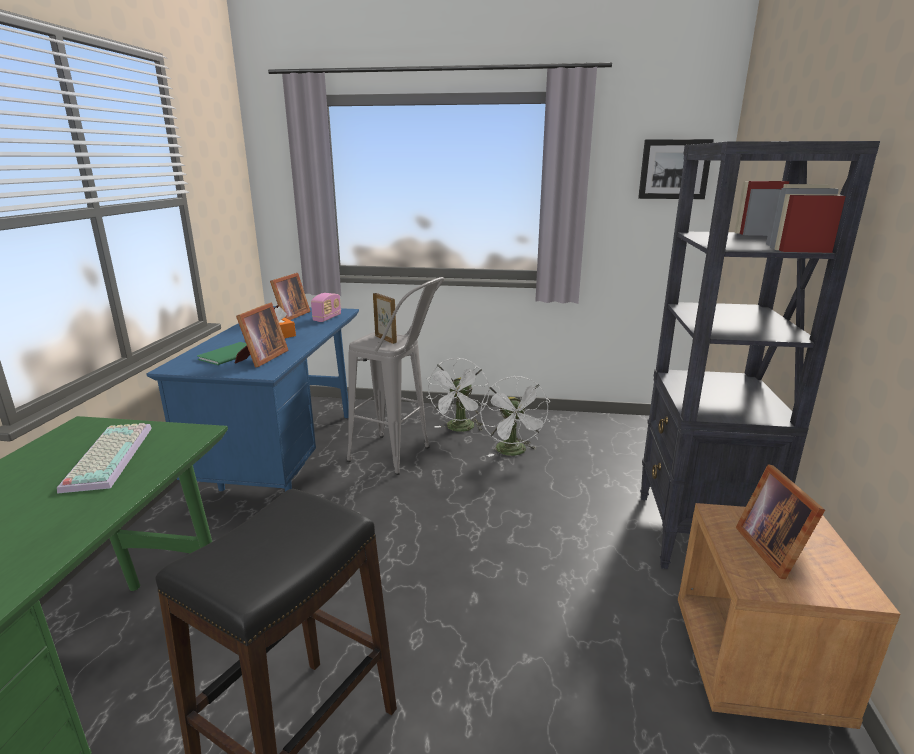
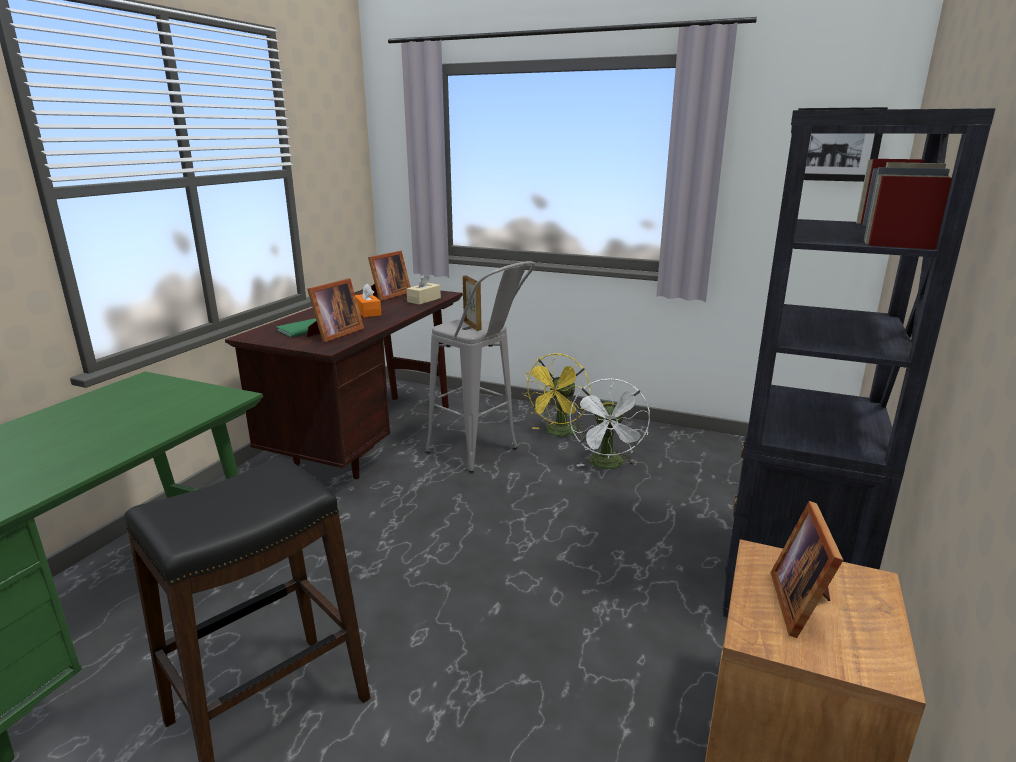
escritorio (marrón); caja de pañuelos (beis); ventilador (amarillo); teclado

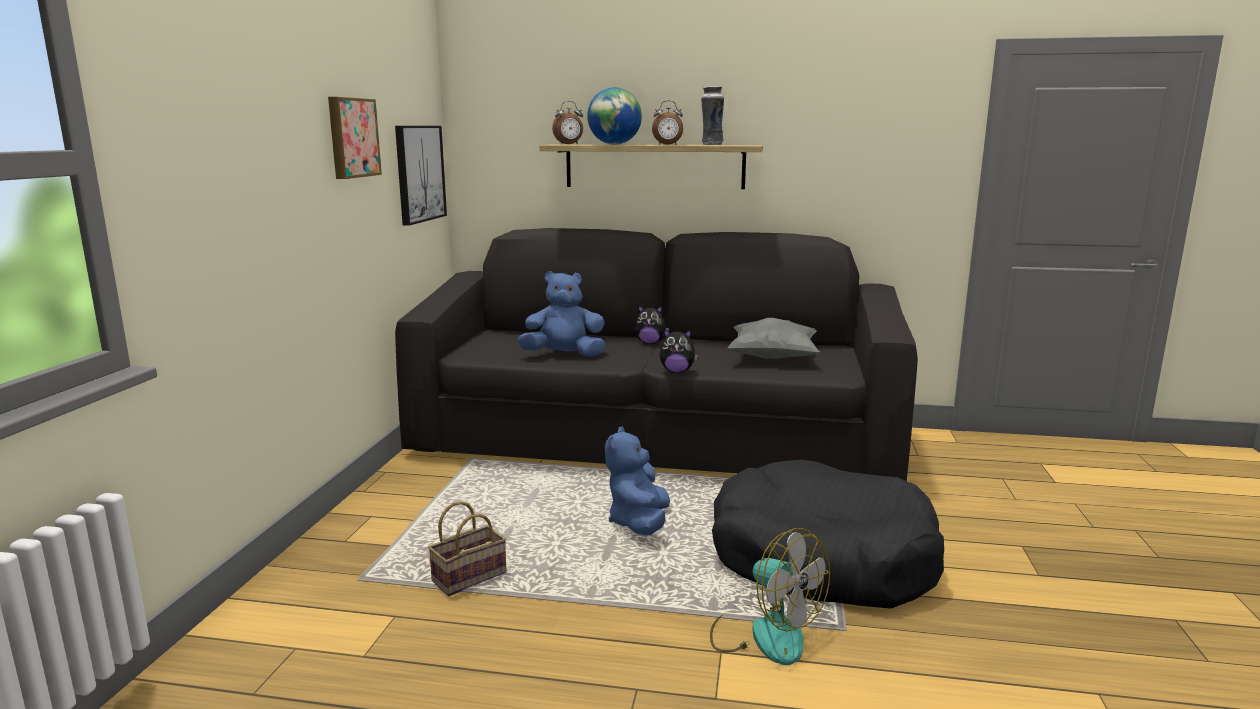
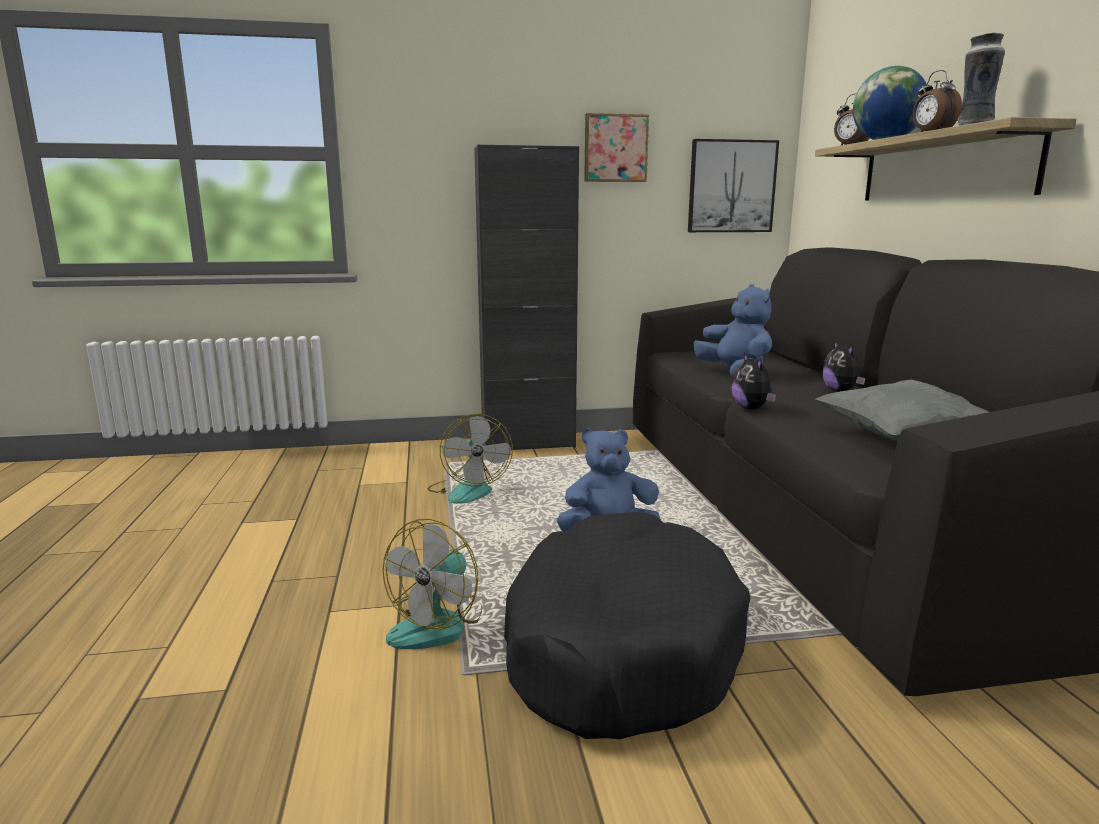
ventilador (2nd from left); armario (negro)

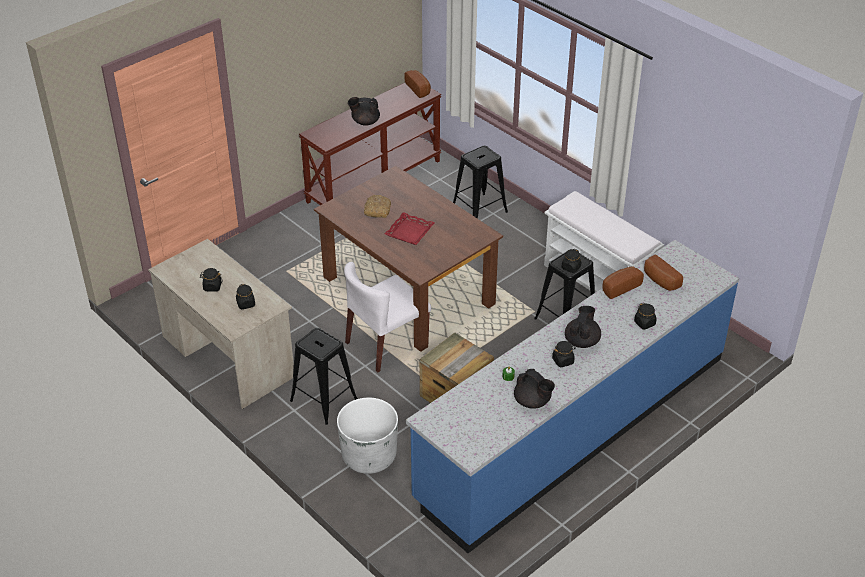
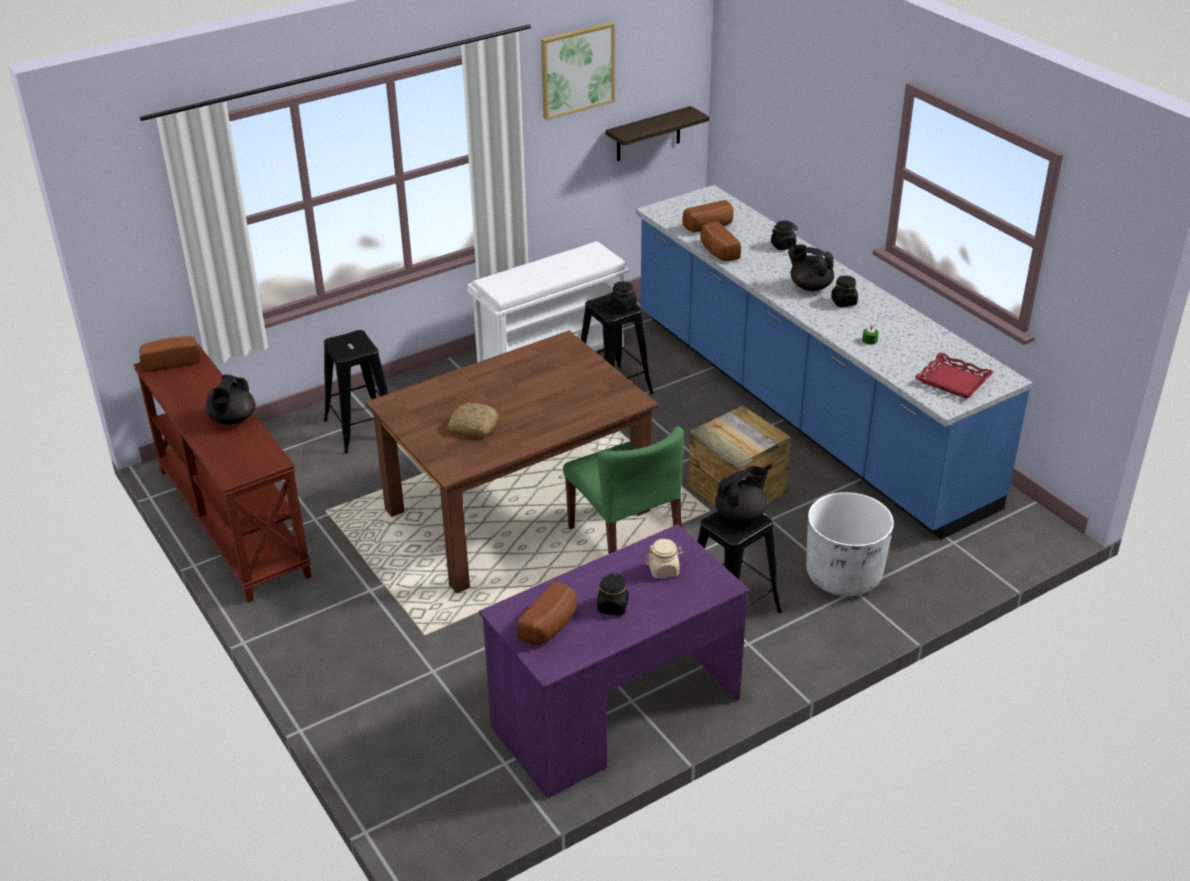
escritorio (morado); pan (3rd from left); cuadro; silla (verde); estante; tarro (beis); tetera (negro) (2nd from left); bandeja (rojo)

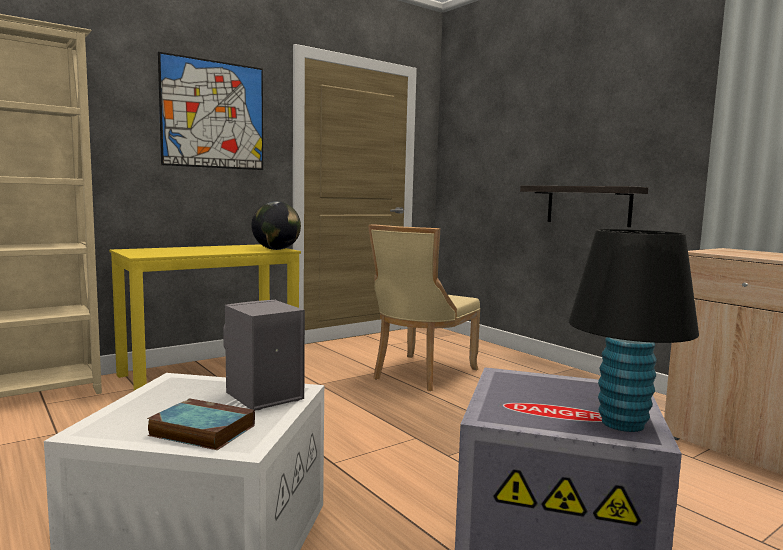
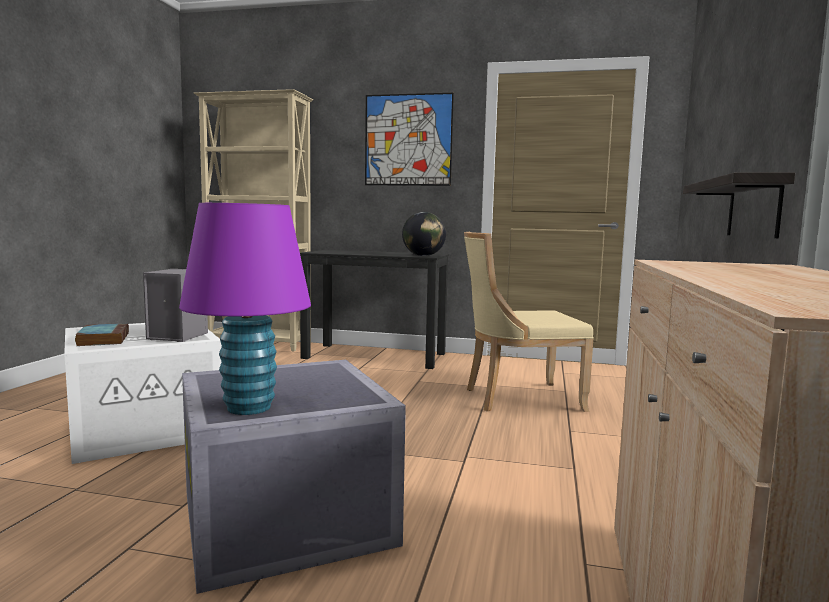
lámpara de mesa (morado); escritorio (negro)

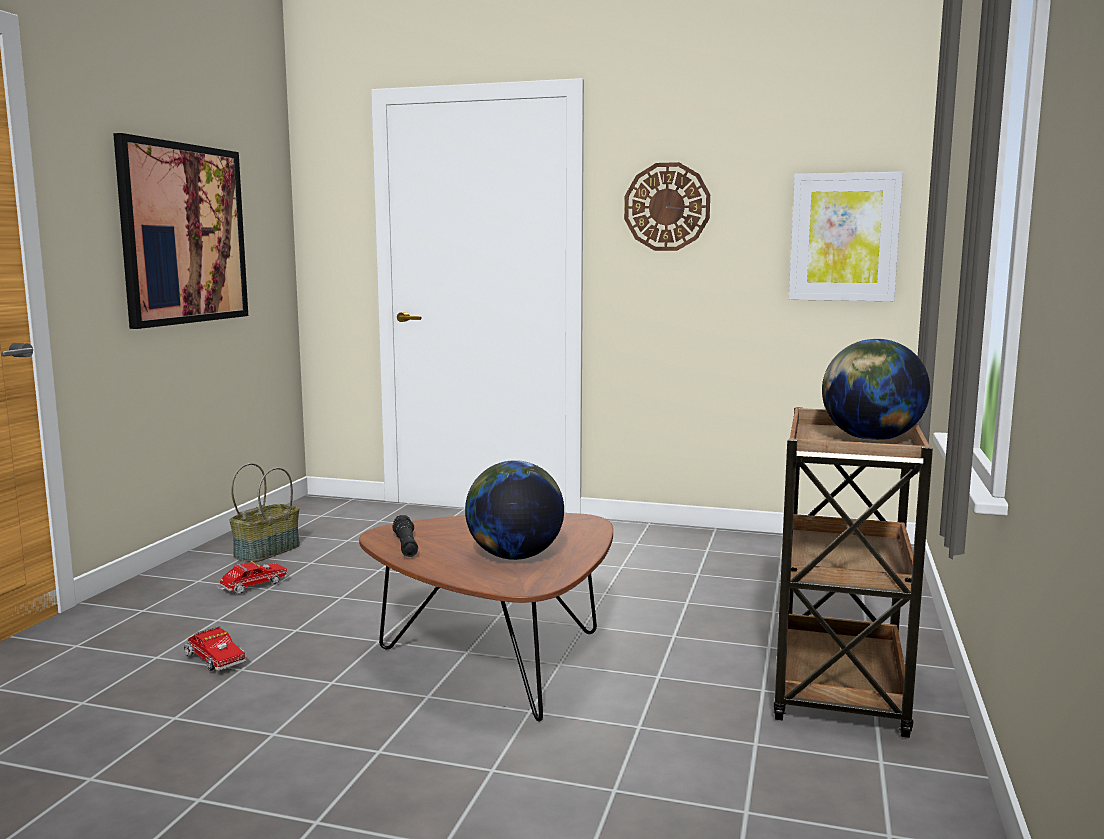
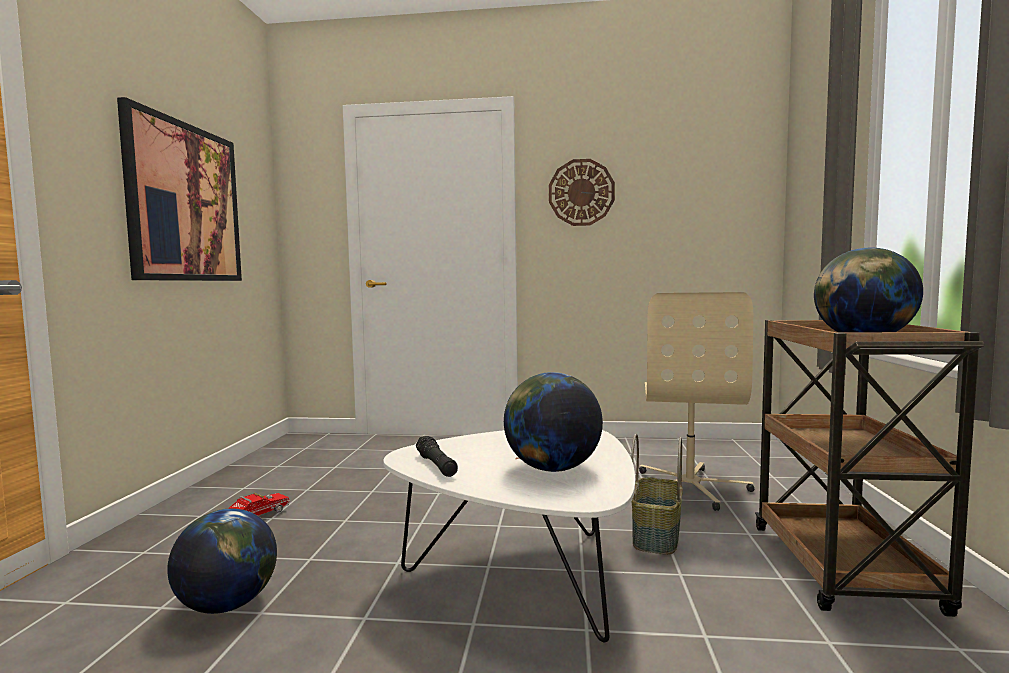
globo terráqueo (1st from left); mesa de centro (blanco); cesta; silla de oficina (beis); cuadro (2nd from left in the first image)

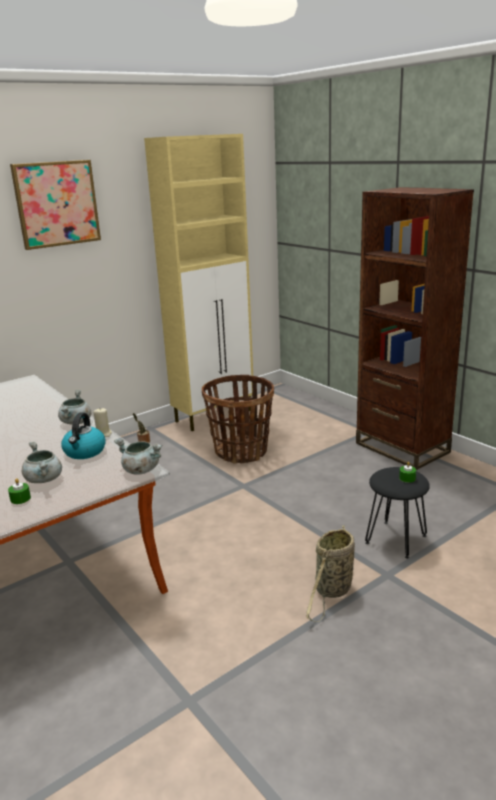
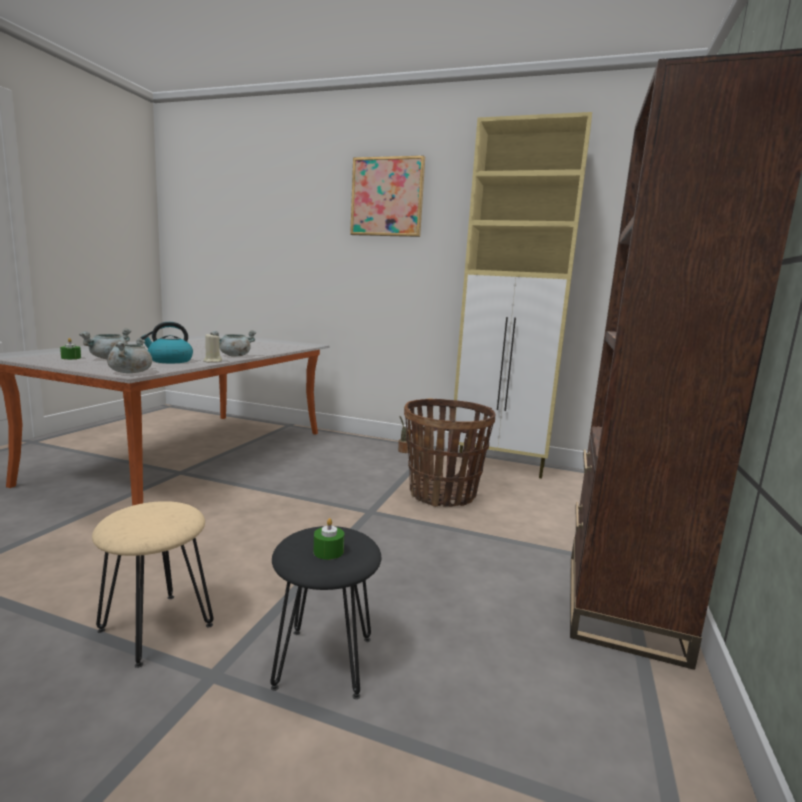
taburete (beis)

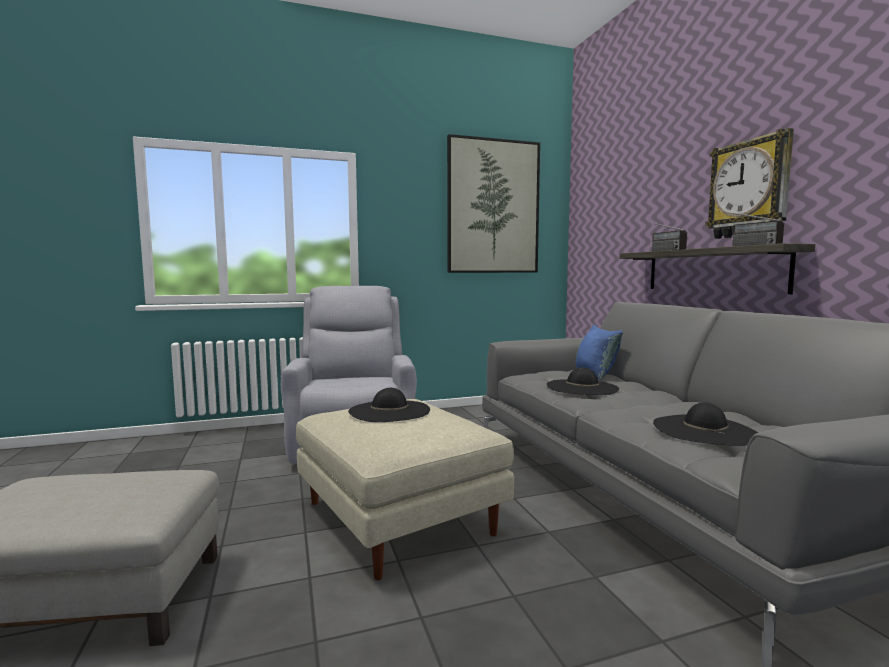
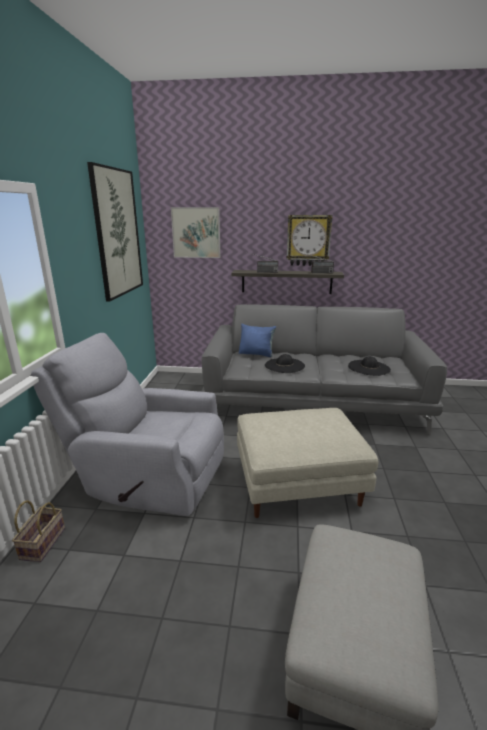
cesta; cuadro (2nd from left); sombrero (negro) (1st from left in the first image)

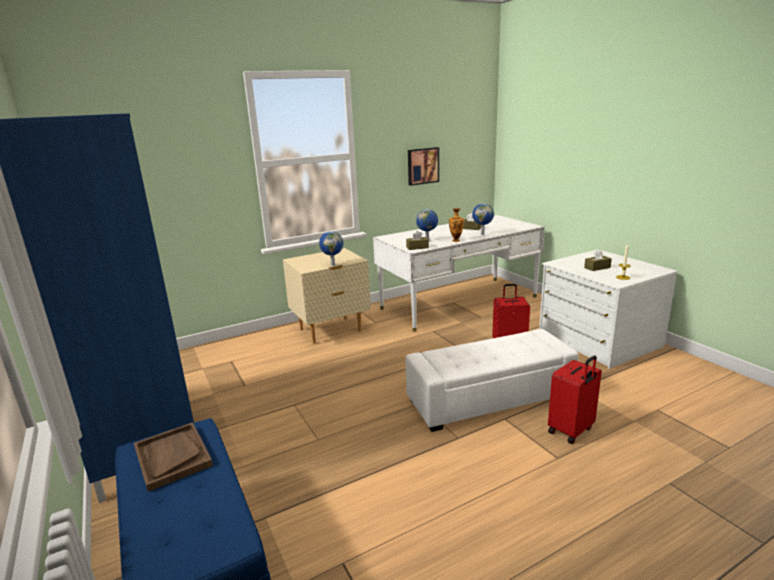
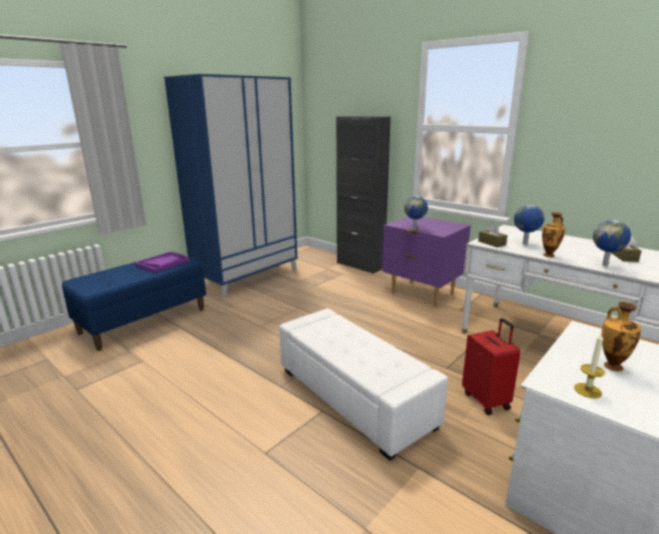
bandeja (morado); armario (negro); mesita de noche (morado); florero (2nd from left); cuadro; maleta (rojo) (2nd from left in the first image)

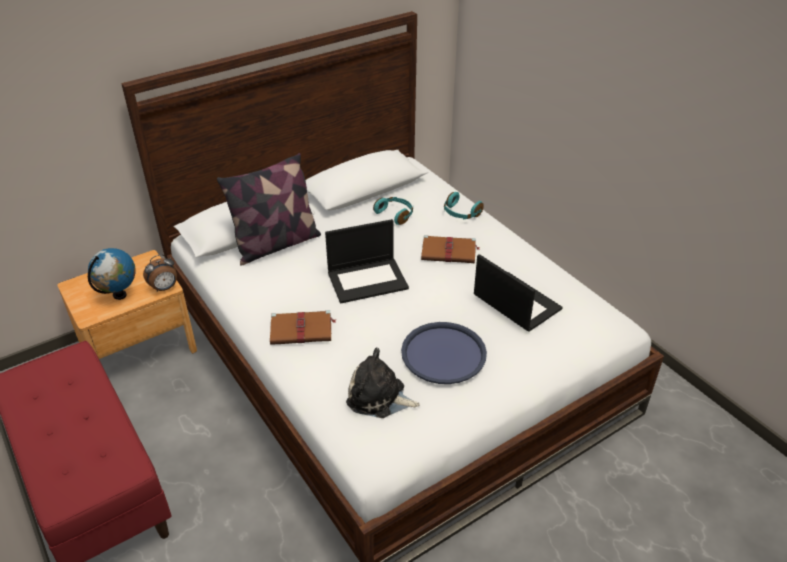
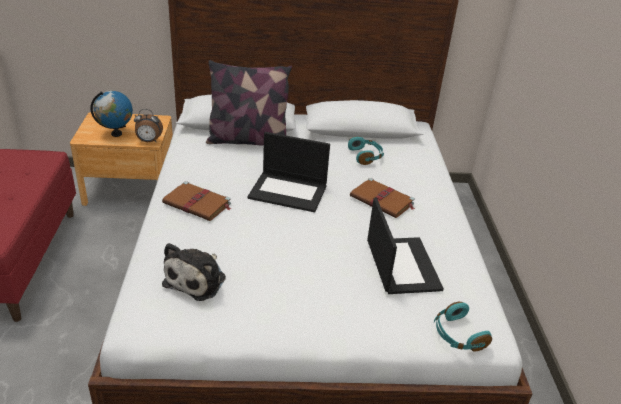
peluche; auriculares (turquesa) (2nd from left); bandeja (azul)

